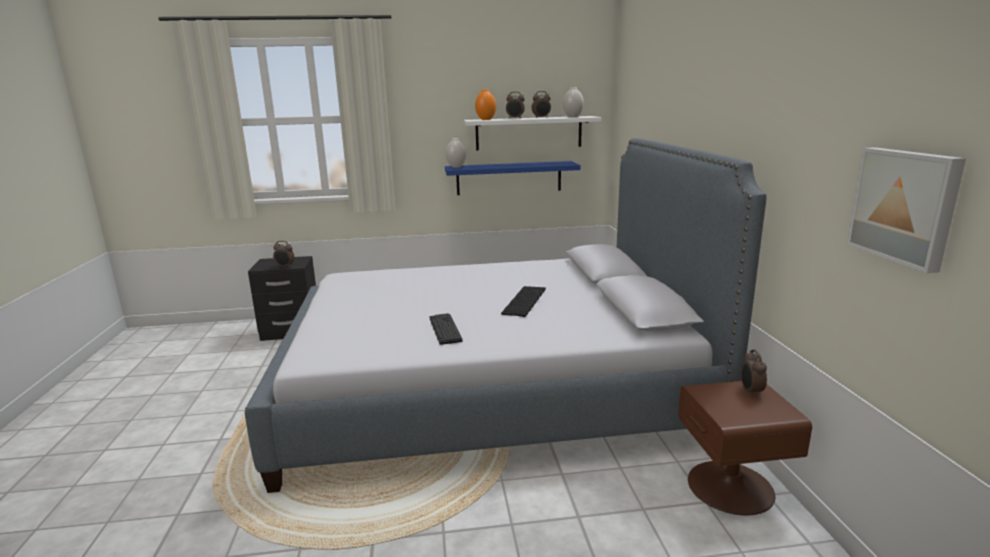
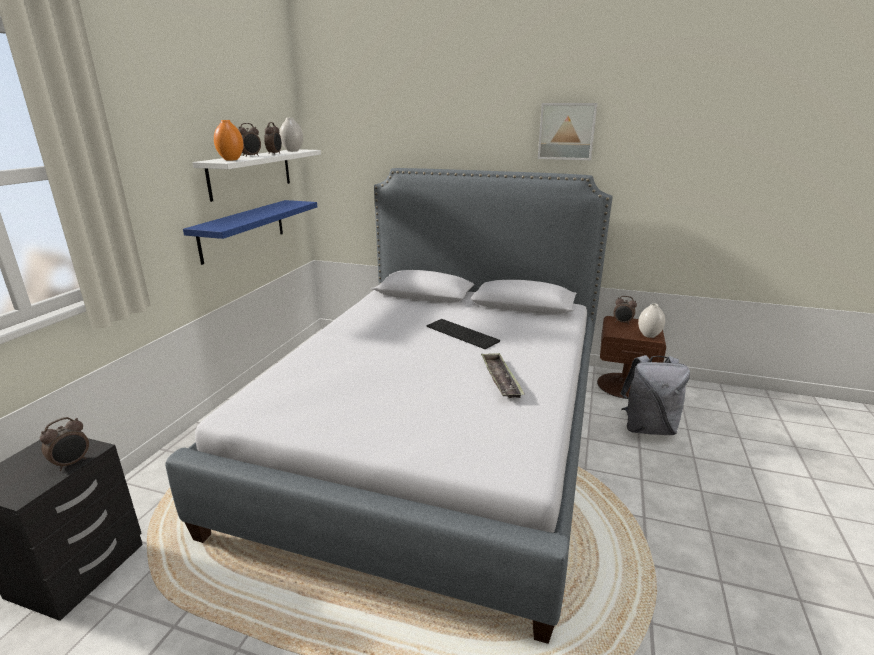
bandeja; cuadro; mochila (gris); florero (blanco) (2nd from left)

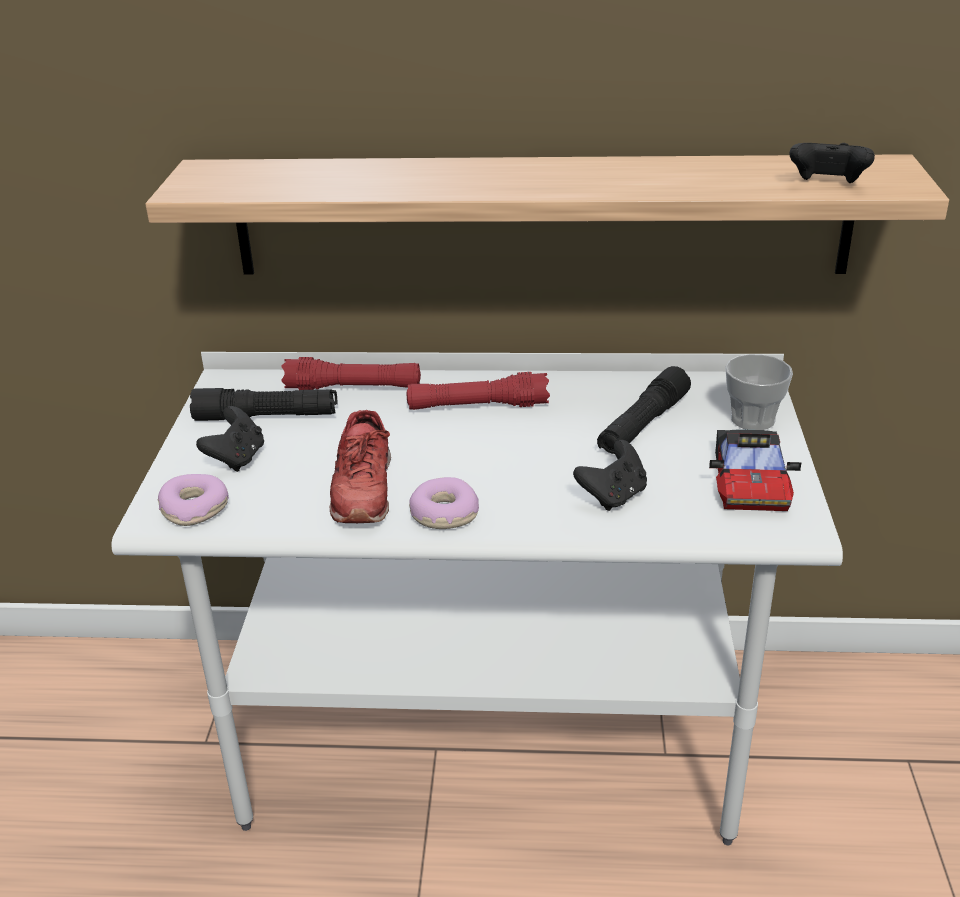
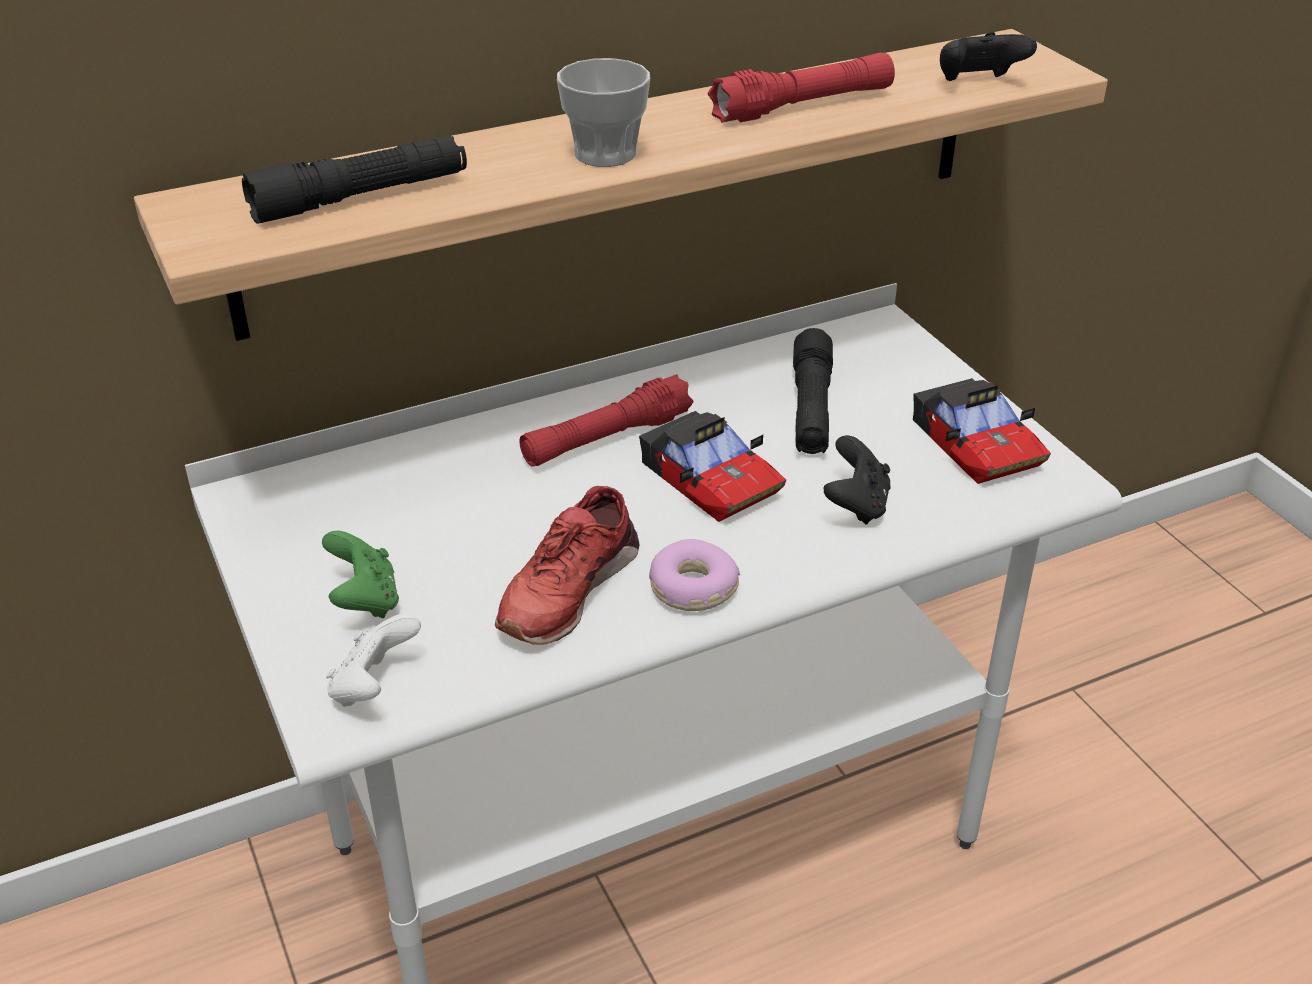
linterna (negro) (1st from left); mando de consola (verde); mando de consola (blanco); zapato (rojo); taza; coche de juguete (1st from left); linterna (rojo) (2nd from left)

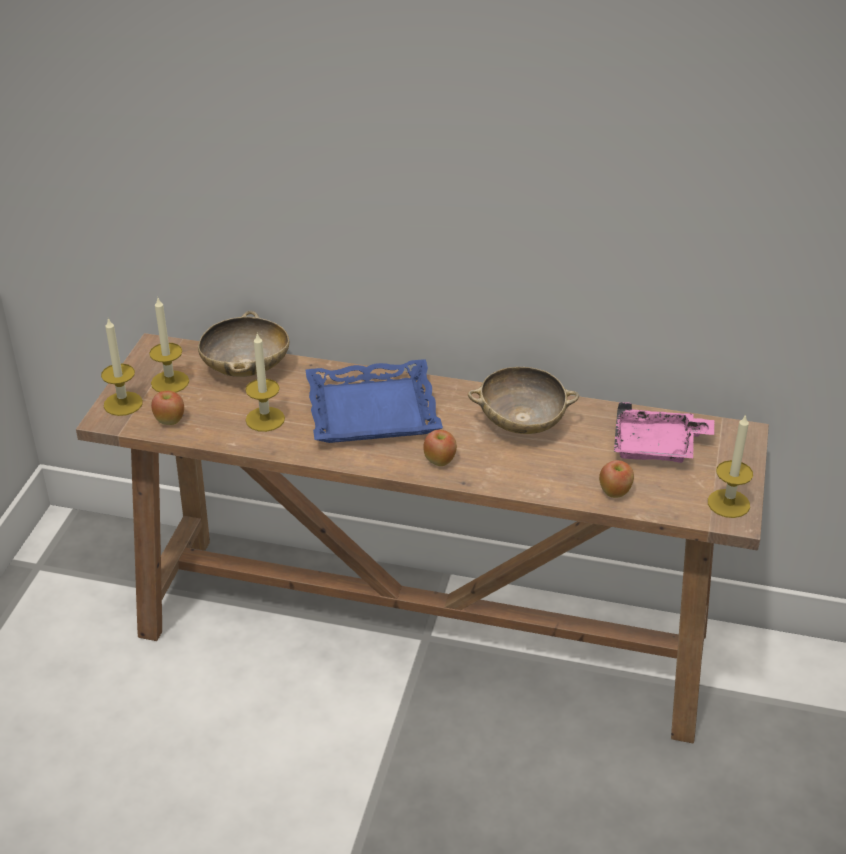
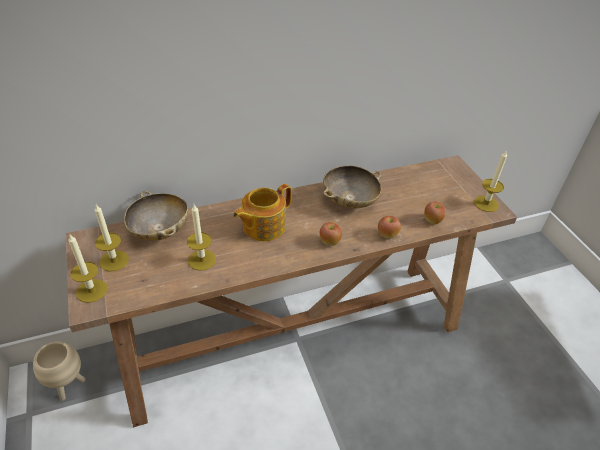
maceta (beis); tetera; manzana (2nd from left); bandeja (rosa)

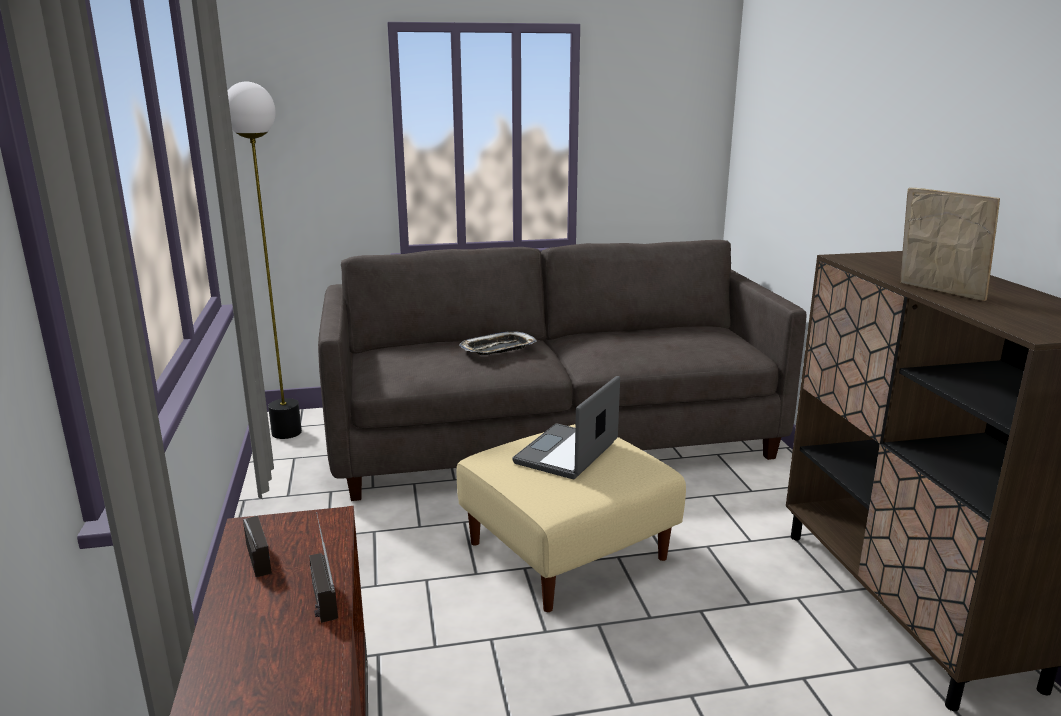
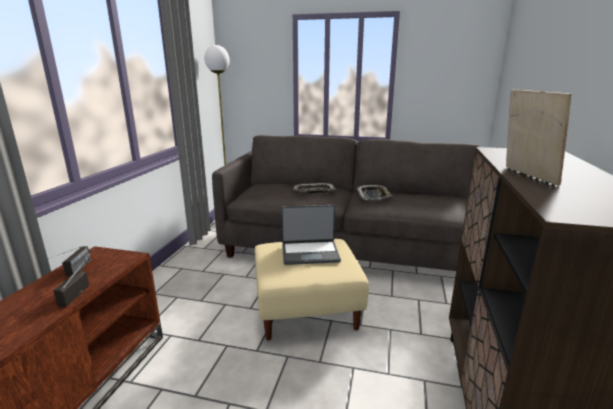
portátil; bandeja (2nd from left)

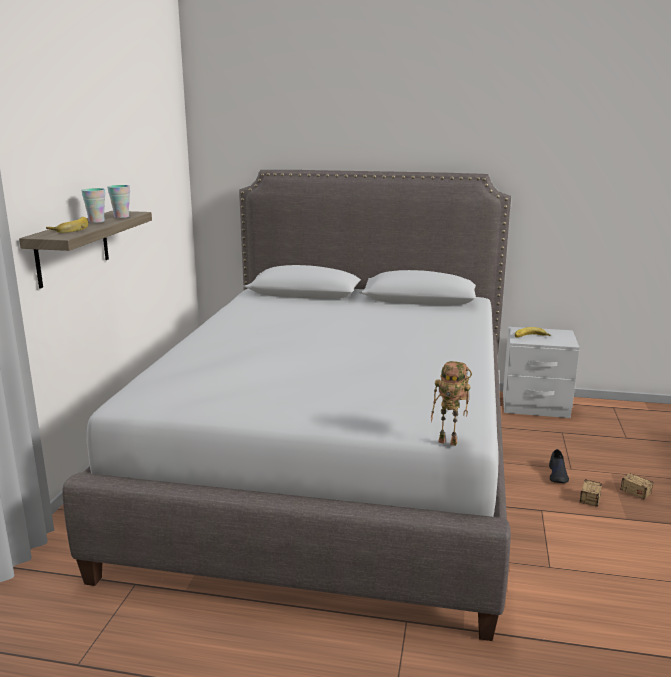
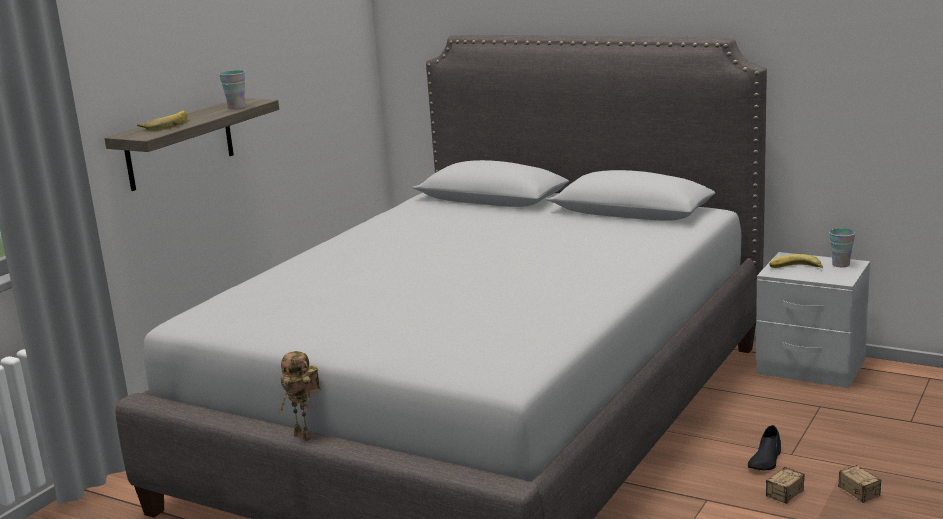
robot de juguete; taza (2nd from left)

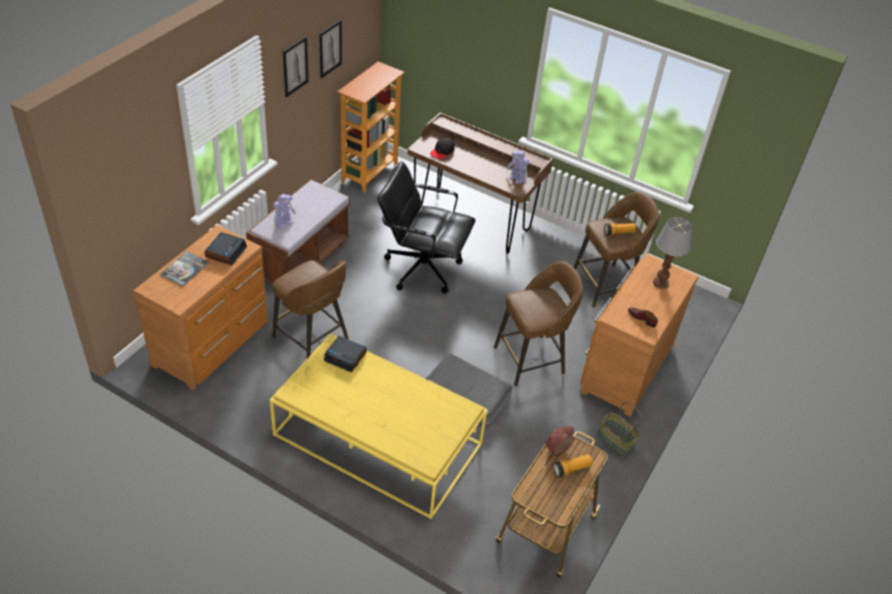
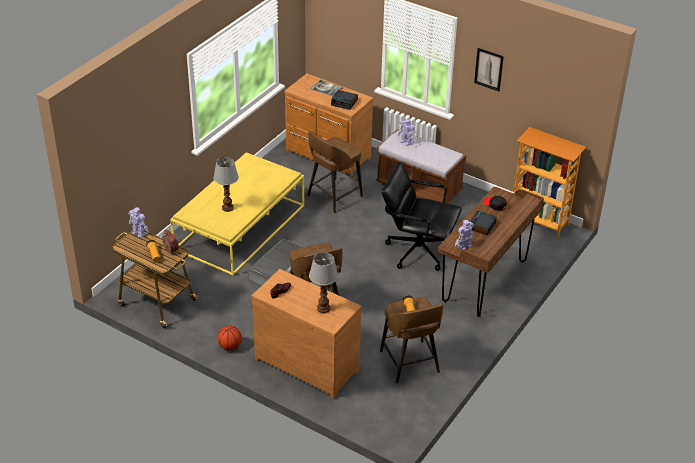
robot de juguete (1st from left); lámpara de mesa (1st from left); balón de baloncesto; silla de oficina (negro); despertador (3rd from left); cuadro (2nd from left in the first image)

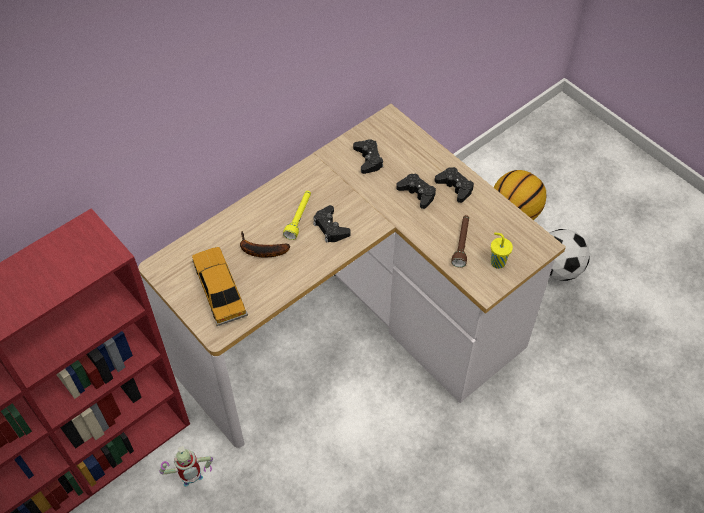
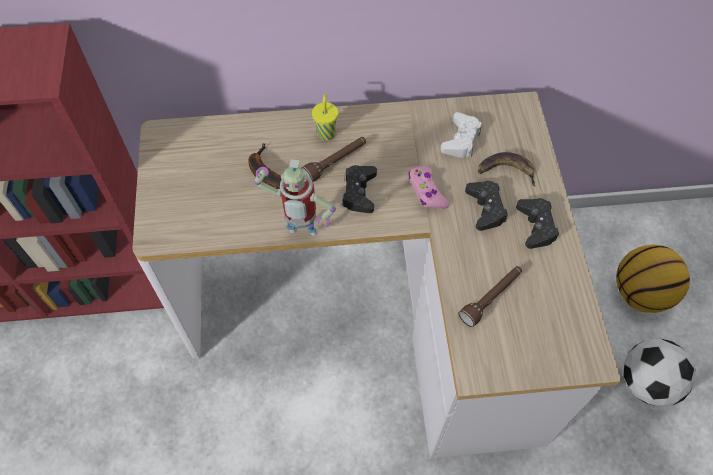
robot de juguete; linterna (marrón) (1st from left); taza (amarillo); mando de consola (rosa); mando de consola (blanco); plátano (2nd from left); coche de juguete

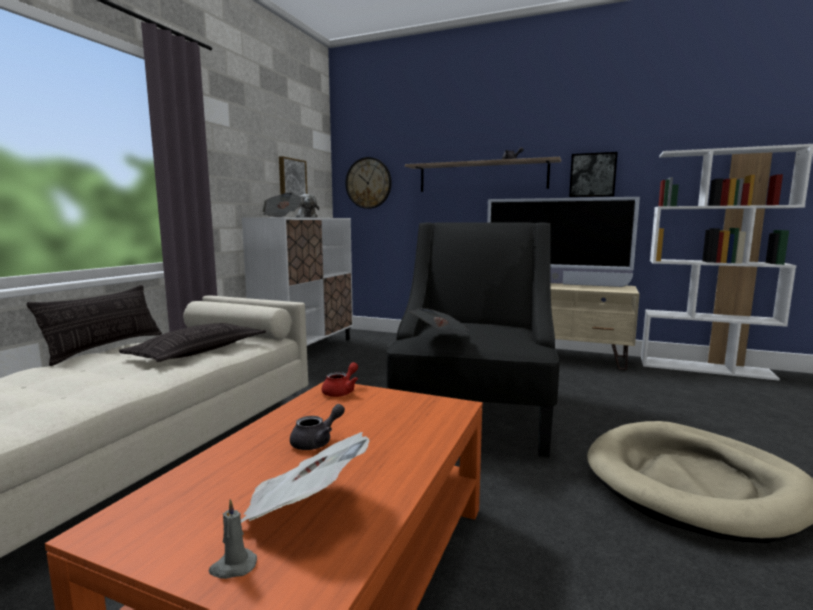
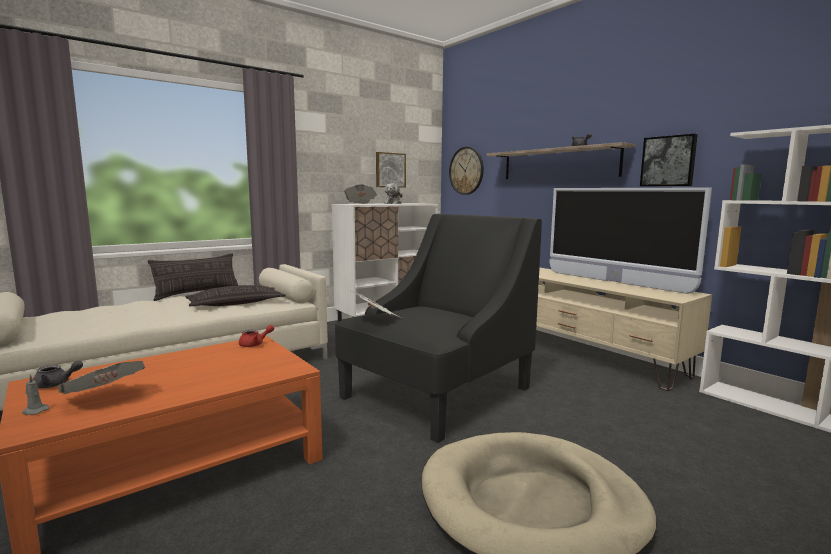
tetera (gris) (1st from left)

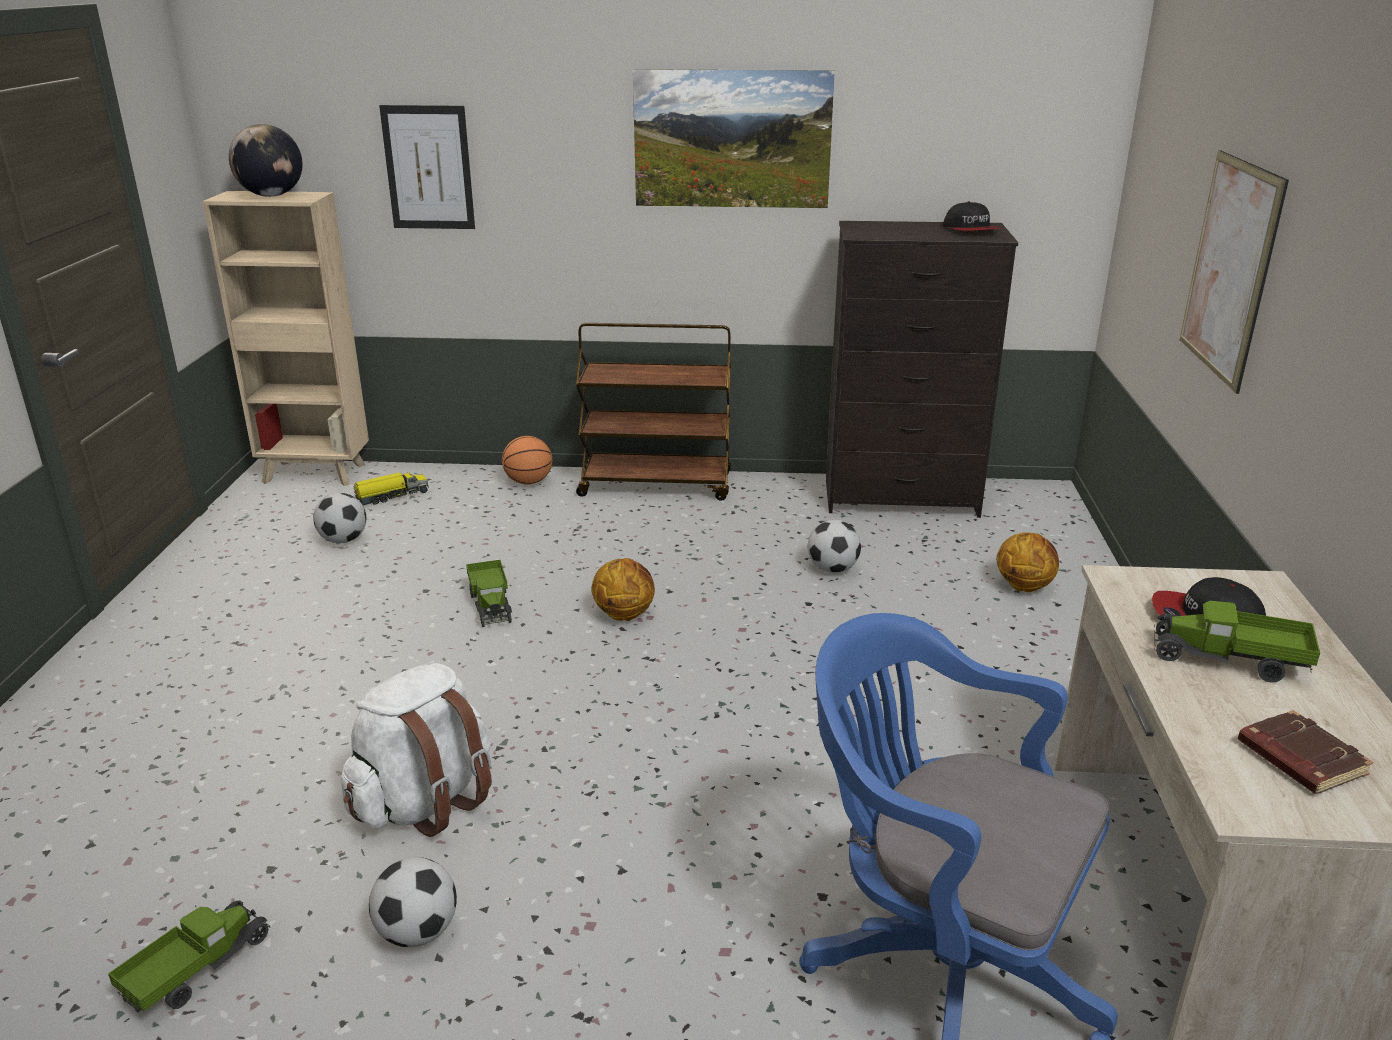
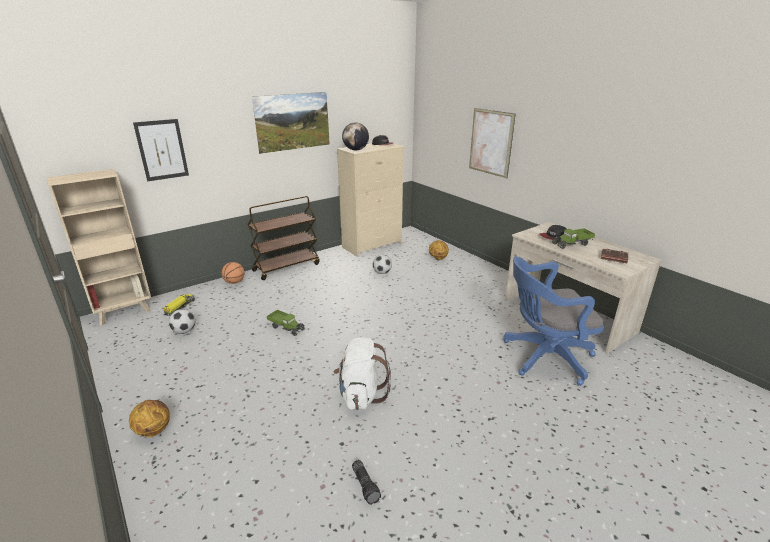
balón de baloncesto (1st from left); cómoda (beis); globo terráqueo; linterna; balón de fútbol (2nd from left in the first image)

